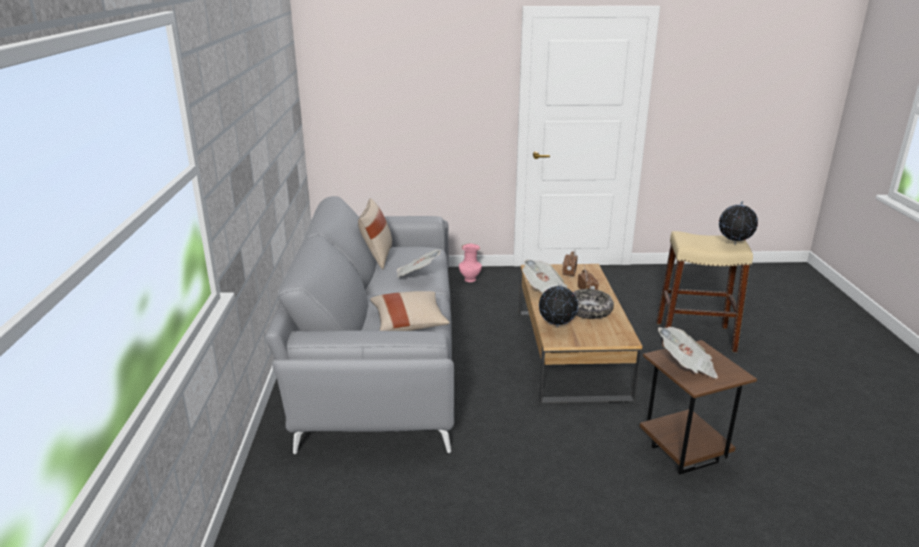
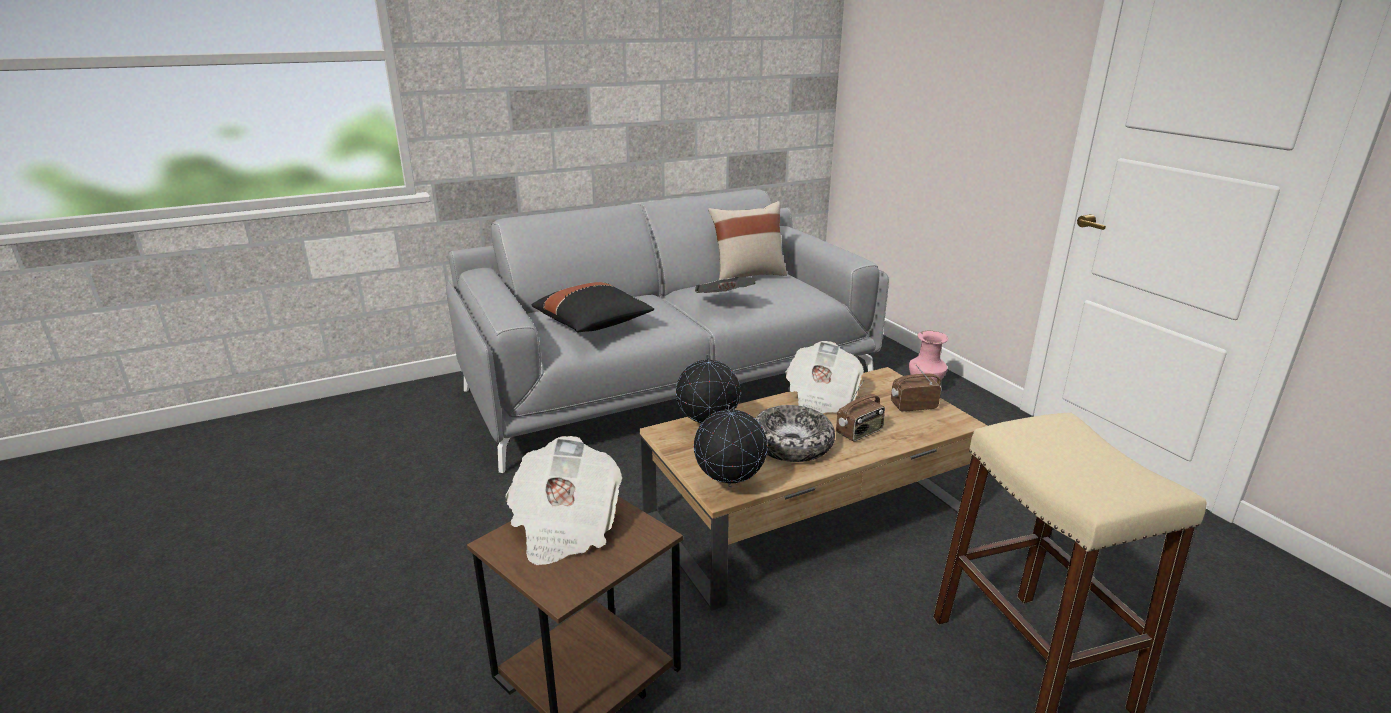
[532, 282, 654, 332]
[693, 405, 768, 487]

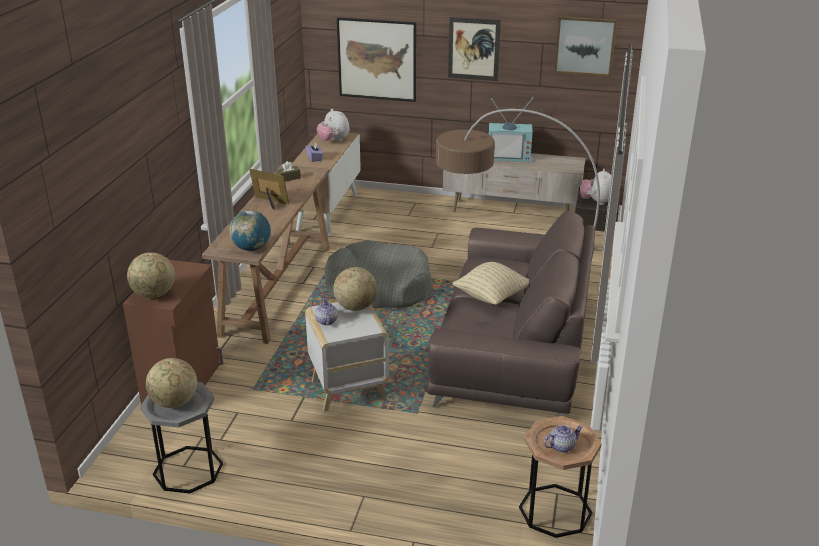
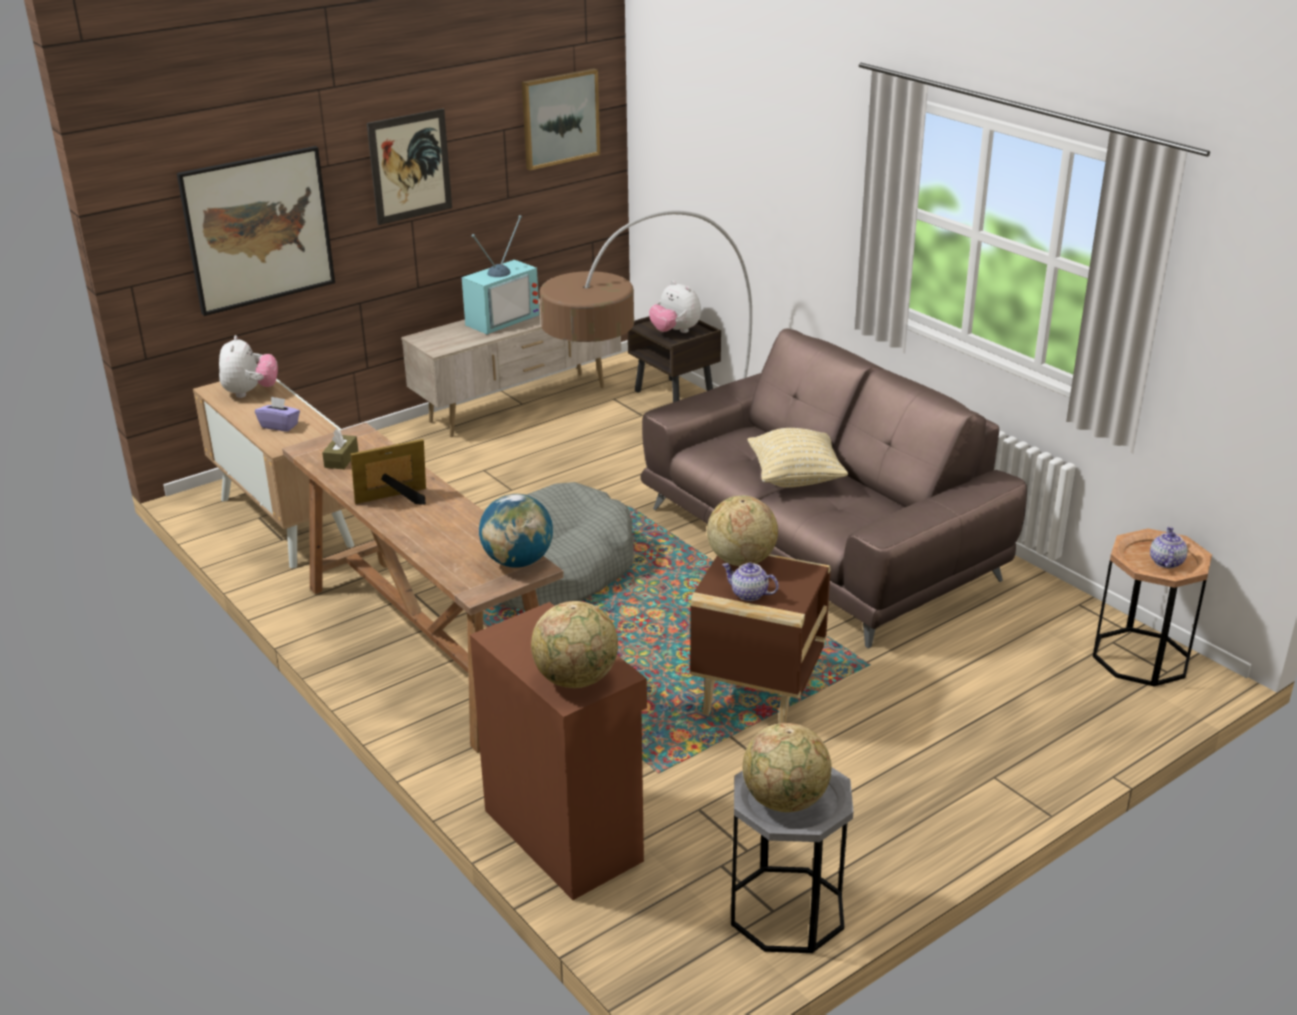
[219, 335, 278, 398]
[690, 554, 831, 723]

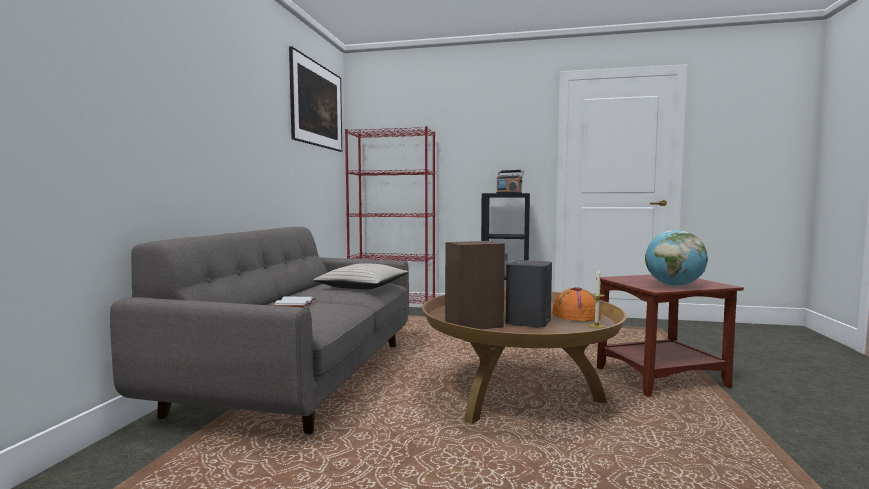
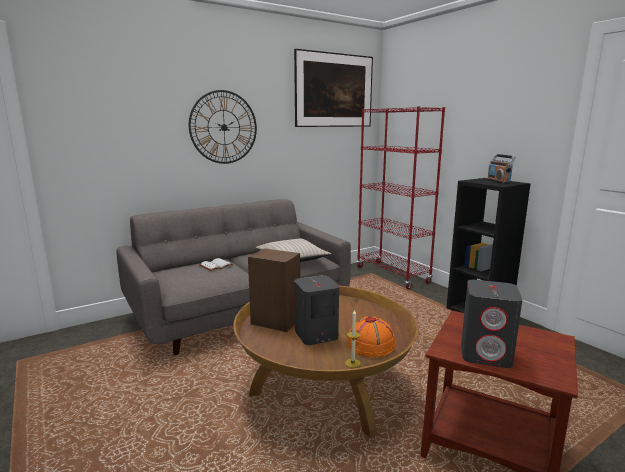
[189, 90, 257, 164]
[461, 280, 522, 368]

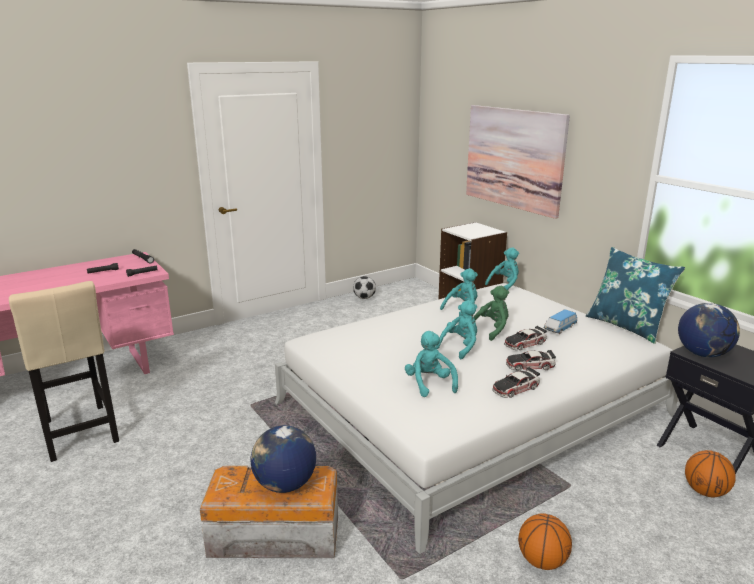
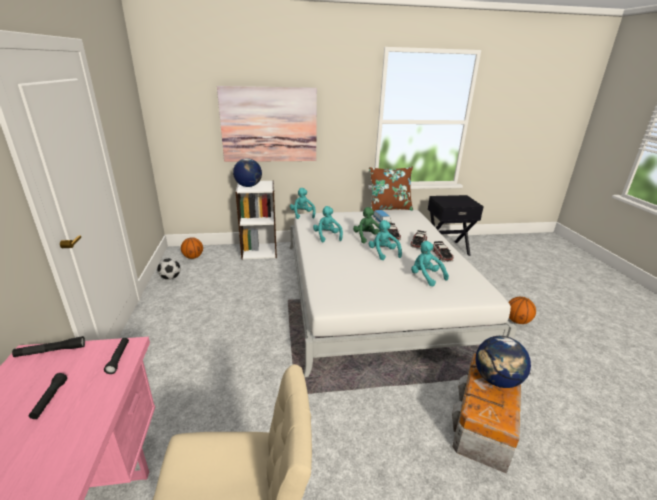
[181, 237, 203, 259]
[233, 158, 262, 187]
[369, 166, 413, 211]
[411, 241, 449, 286]

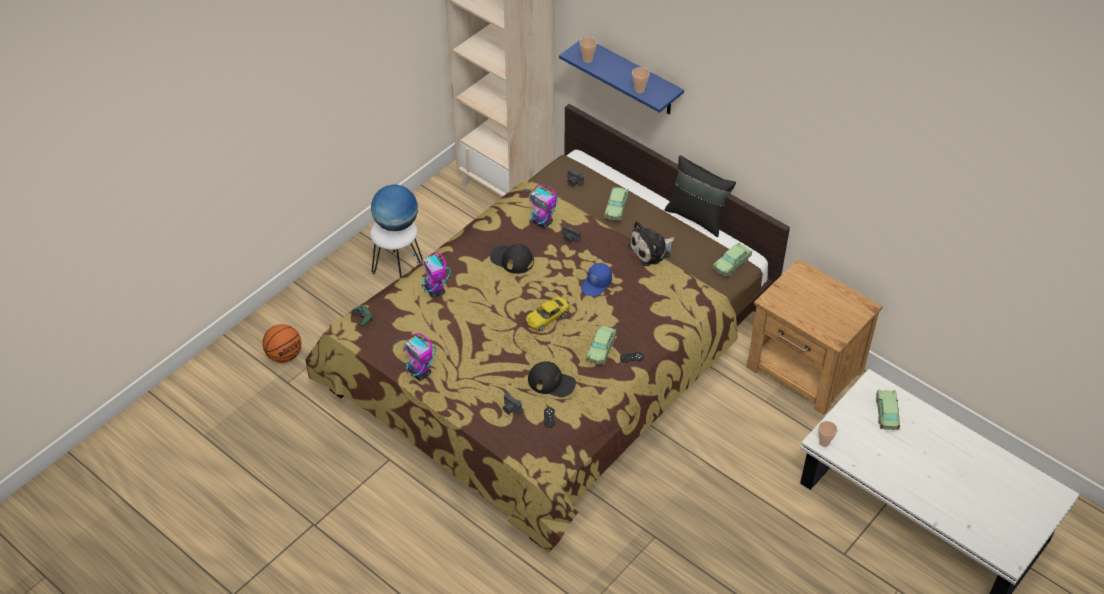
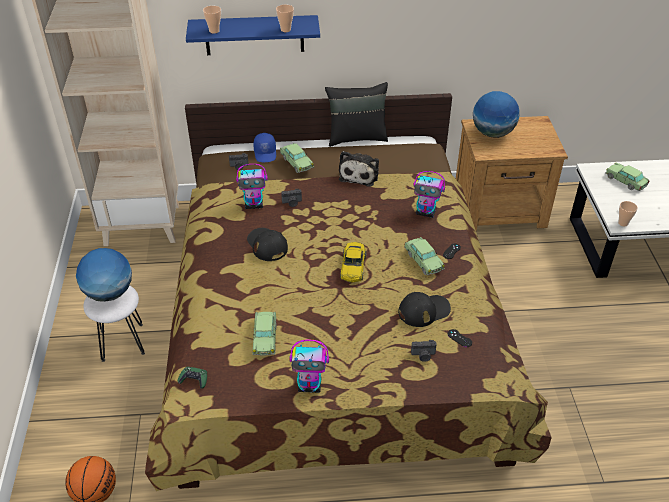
[247, 228, 288, 261]
[253, 133, 276, 162]
[253, 311, 276, 356]
[413, 171, 445, 218]
[473, 91, 519, 138]

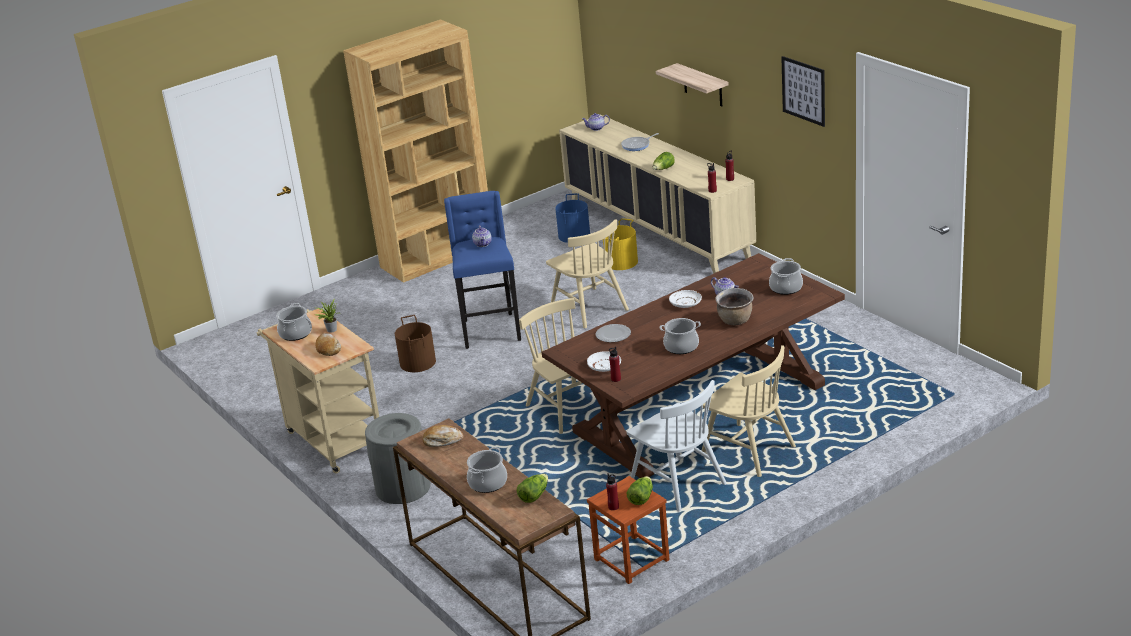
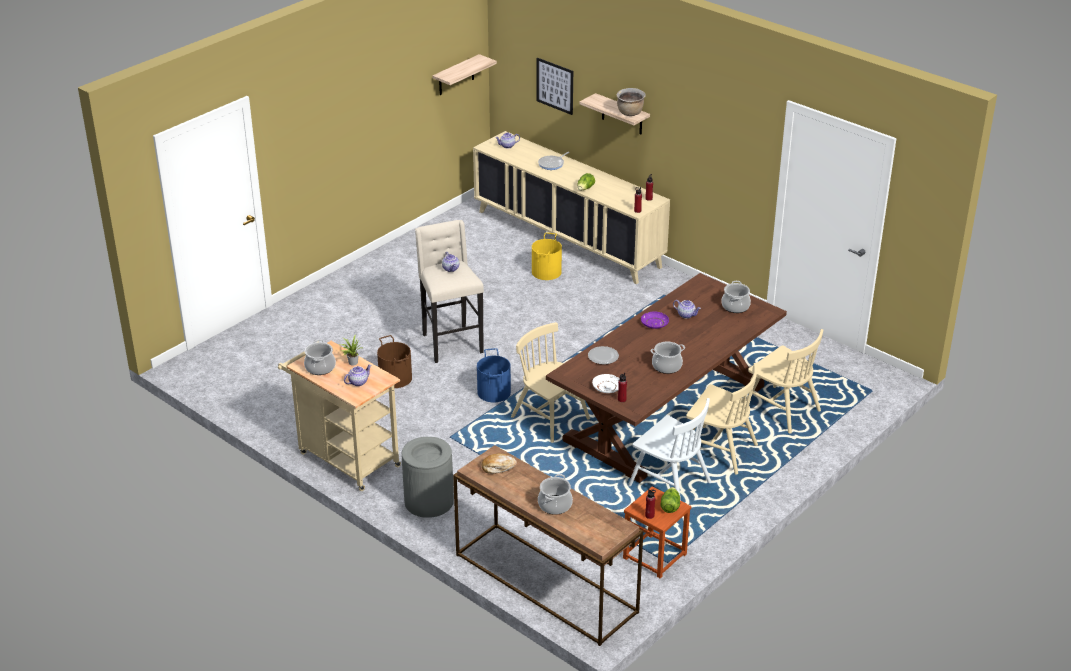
[344, 365, 372, 386]
[415, 220, 484, 363]
[432, 54, 497, 95]
[477, 348, 511, 402]
[537, 58, 573, 115]
[617, 88, 646, 116]
[641, 312, 669, 329]
[746, 329, 823, 434]
[343, 19, 488, 283] (first image)
[517, 474, 548, 503] (first image)

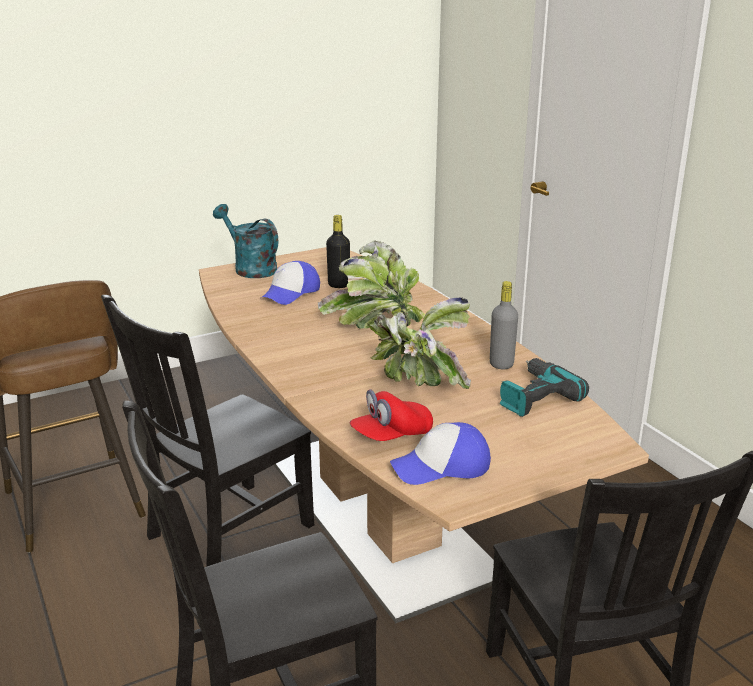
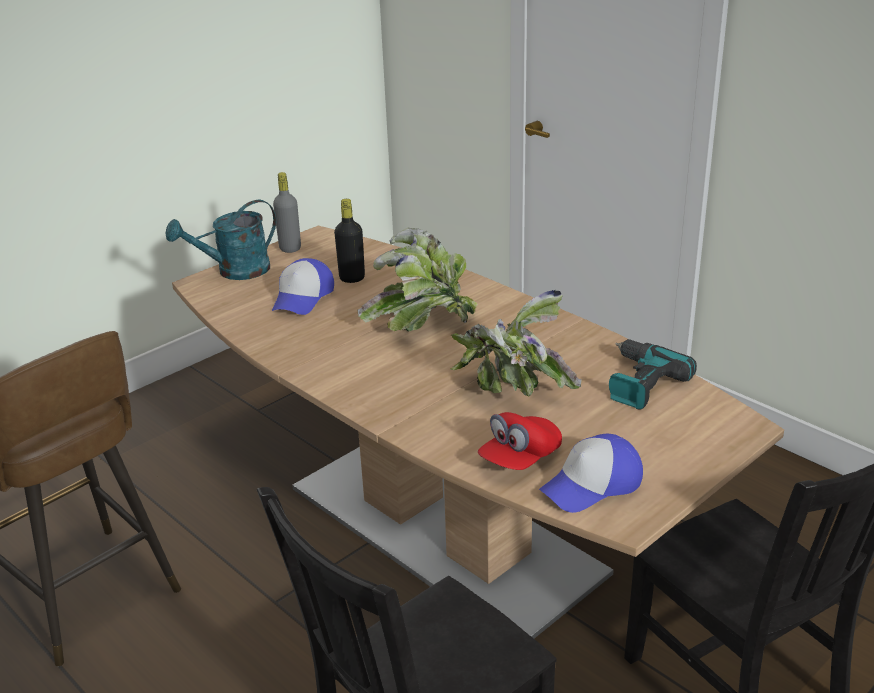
[166, 200, 276, 280]
[273, 172, 301, 253]
[101, 295, 314, 567] (first image)

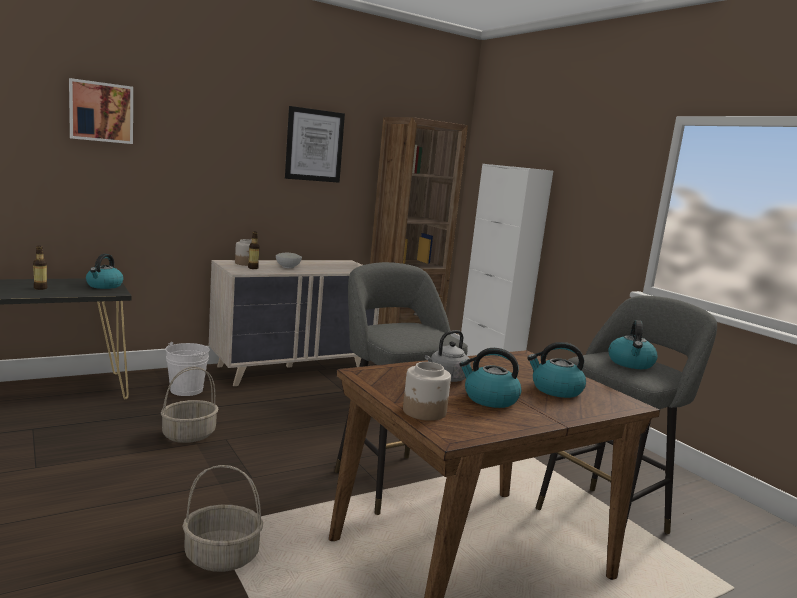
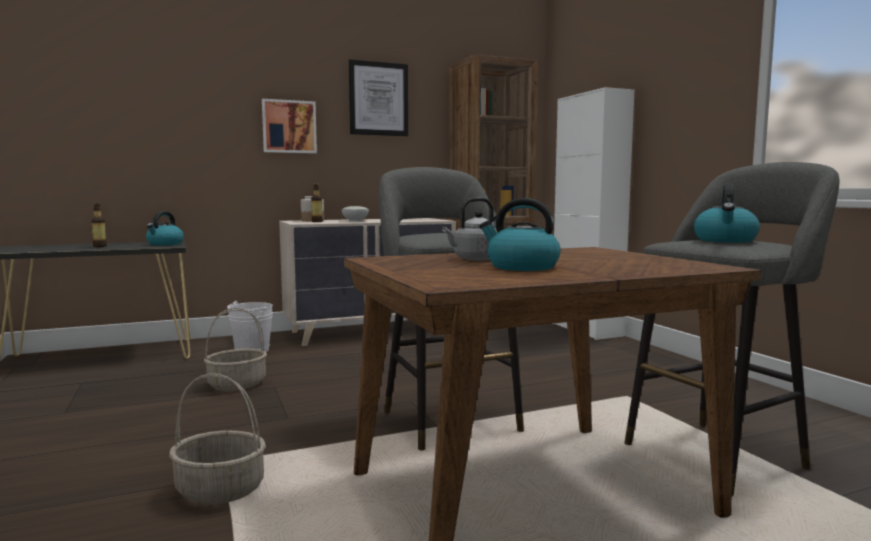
[262, 99, 317, 154]
[403, 362, 451, 421] (first image)
[527, 342, 586, 398] (first image)

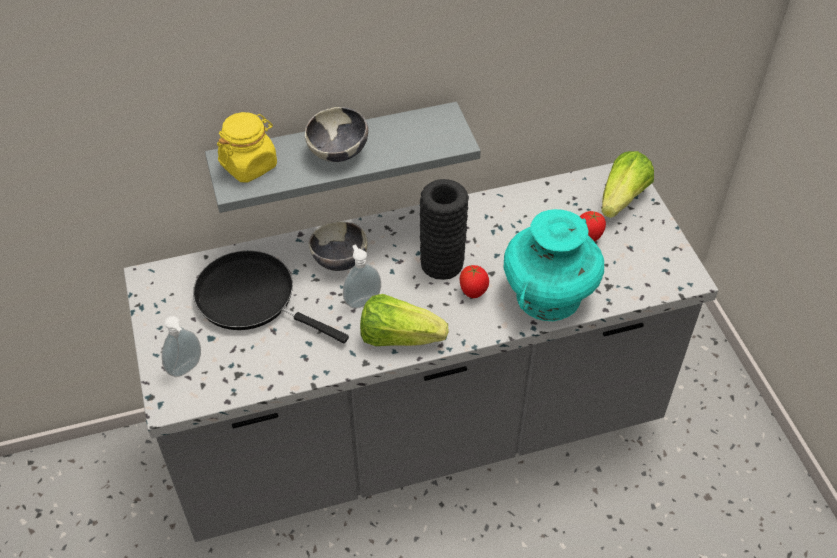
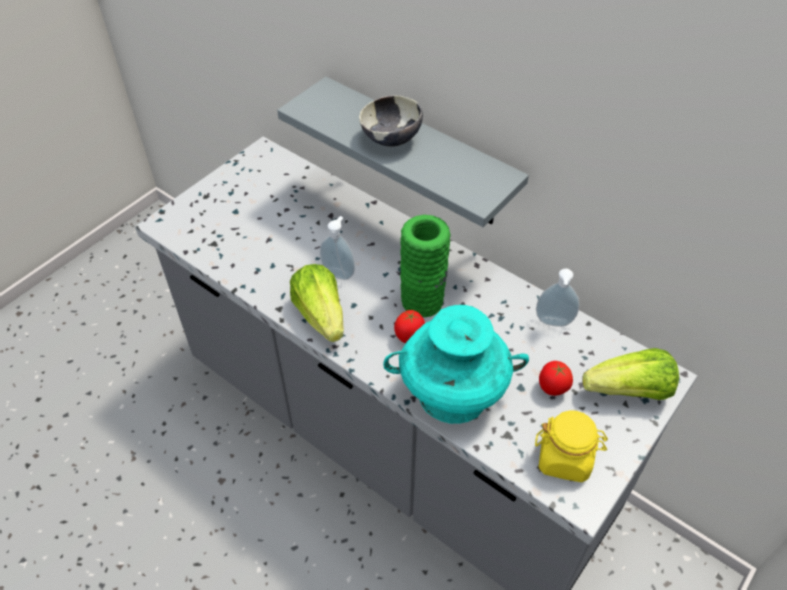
[400, 215, 450, 317]
[535, 410, 608, 482]
[536, 269, 579, 327]
[193, 251, 349, 343] (first image)
[309, 221, 368, 271] (first image)

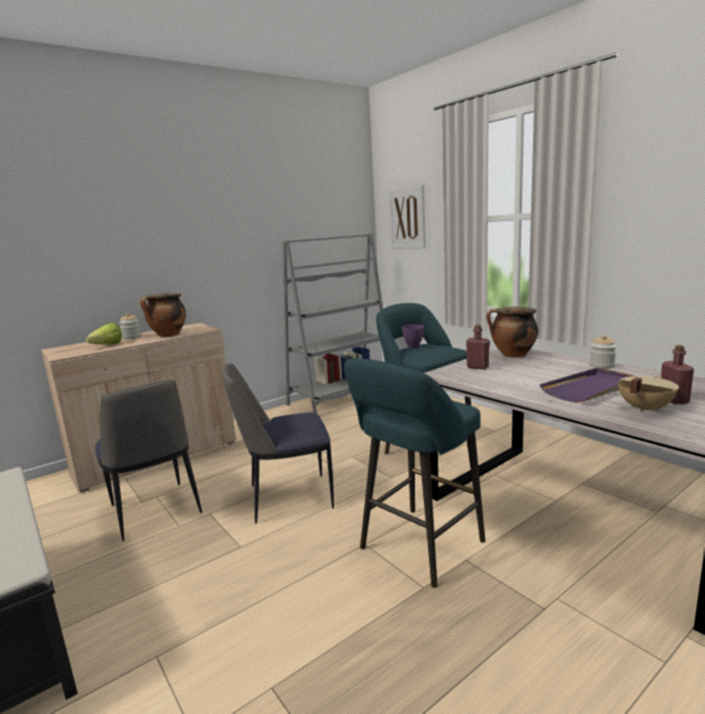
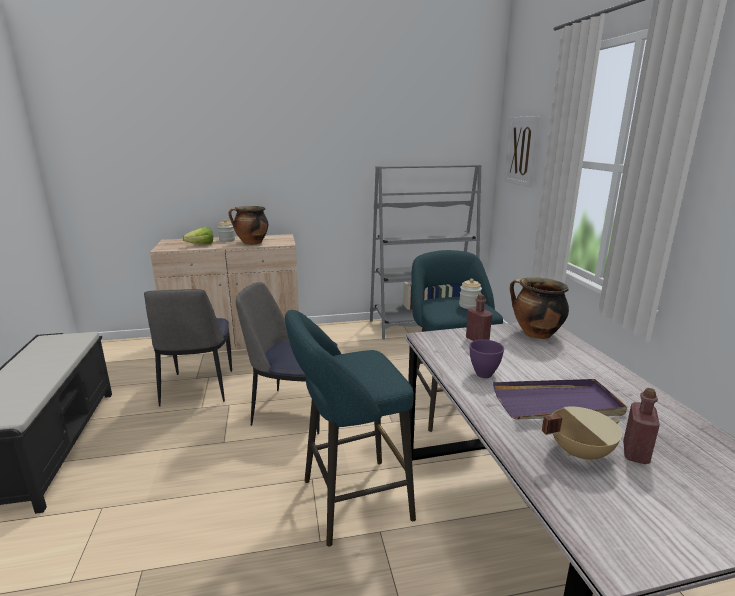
[459, 279, 482, 309]
[469, 339, 504, 378]

